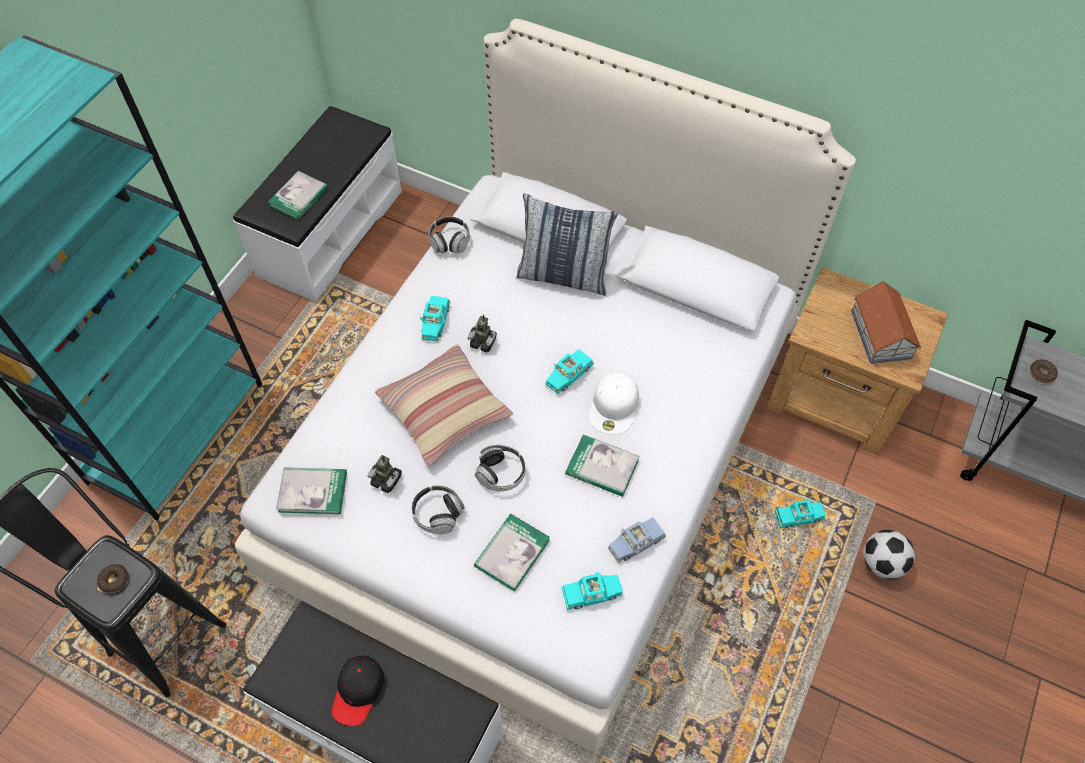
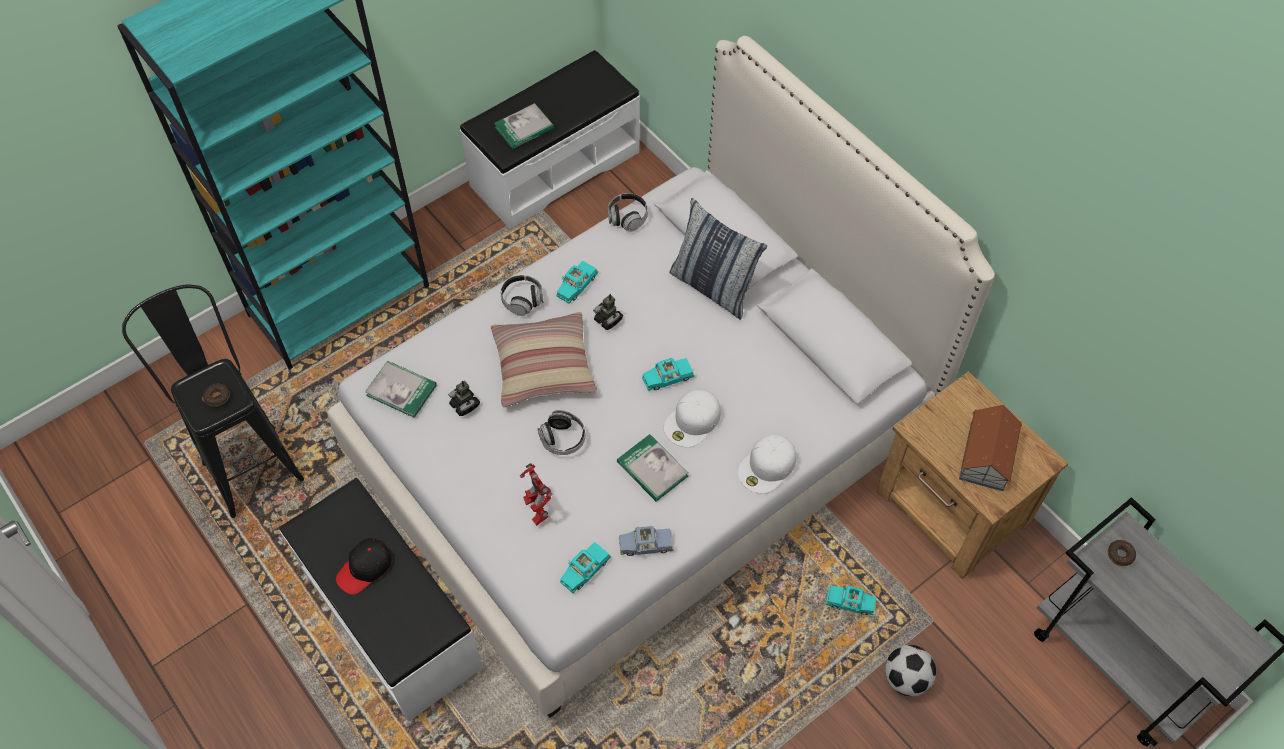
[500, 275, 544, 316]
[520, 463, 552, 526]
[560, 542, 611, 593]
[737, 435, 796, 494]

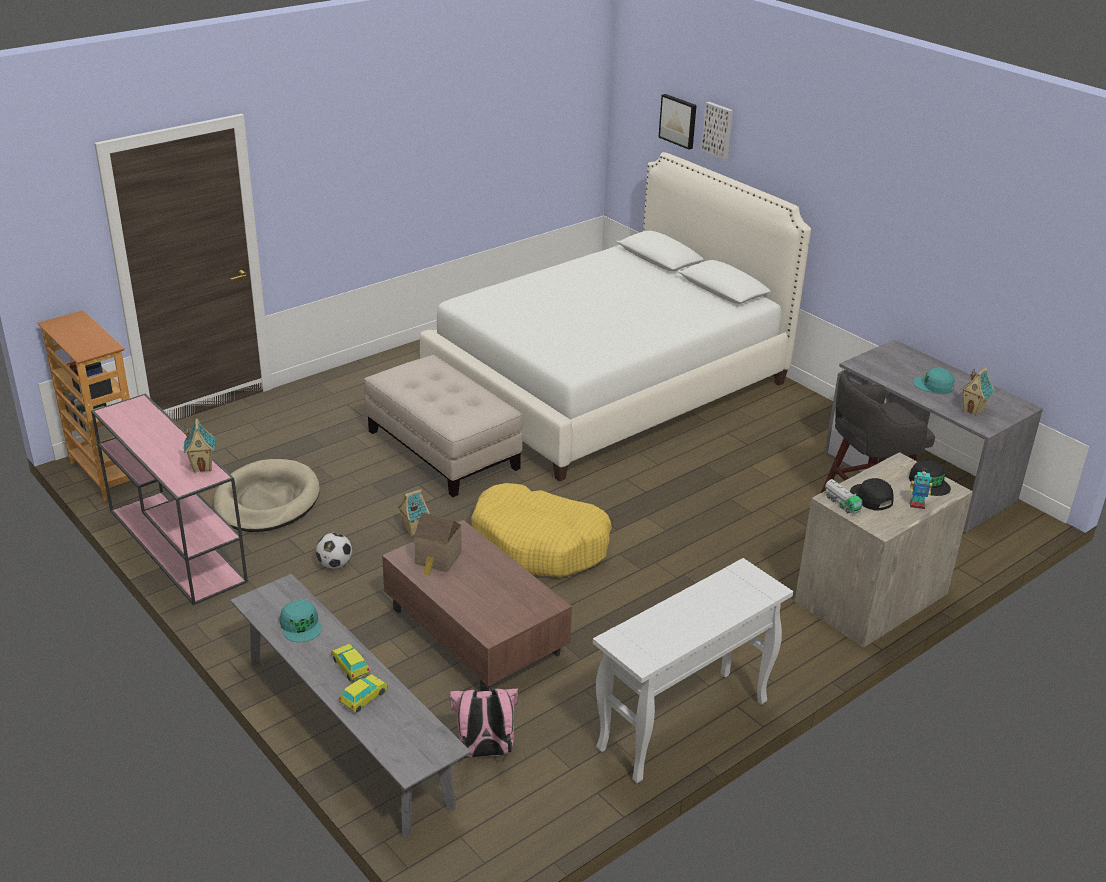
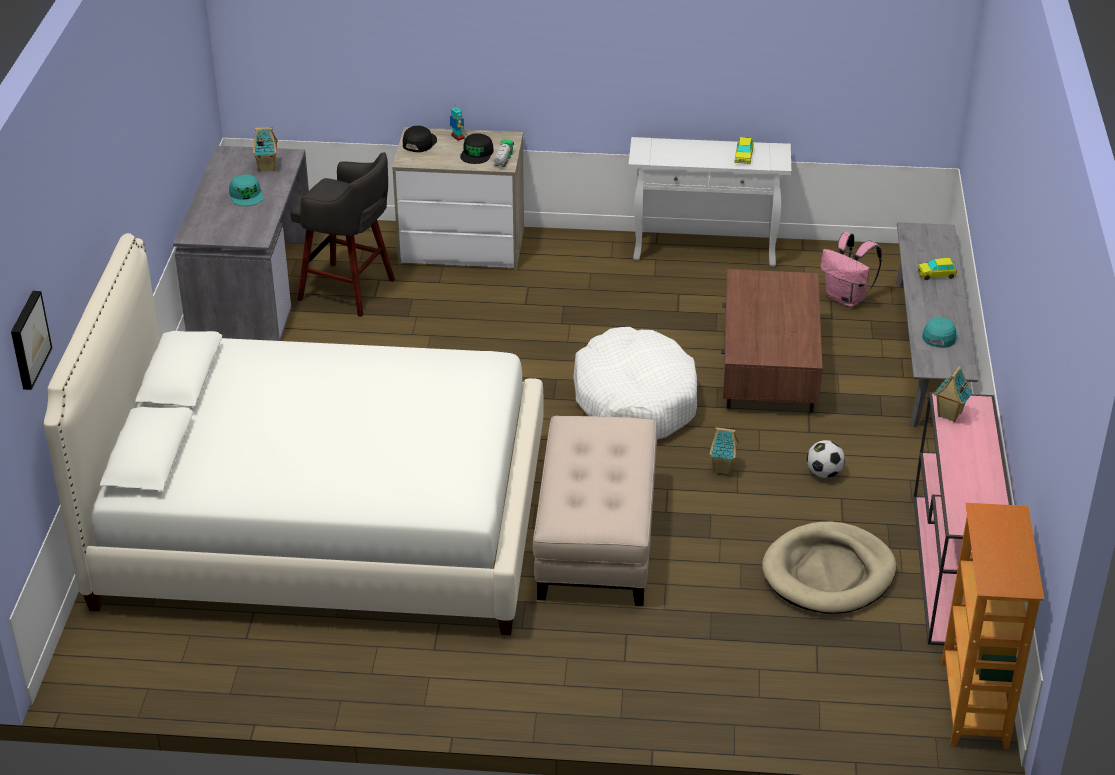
[573, 327, 697, 439]
[734, 137, 754, 164]
[414, 512, 462, 576] (first image)
[701, 102, 733, 160] (first image)

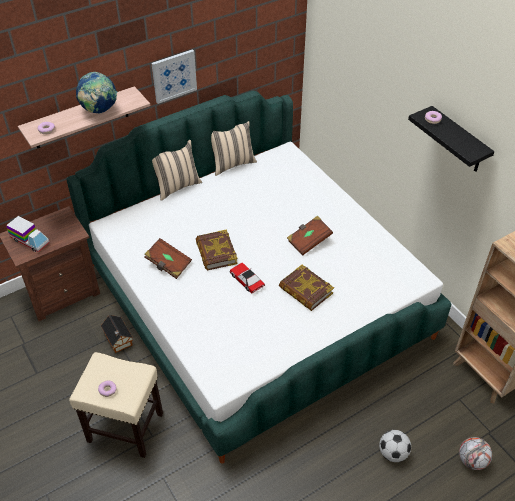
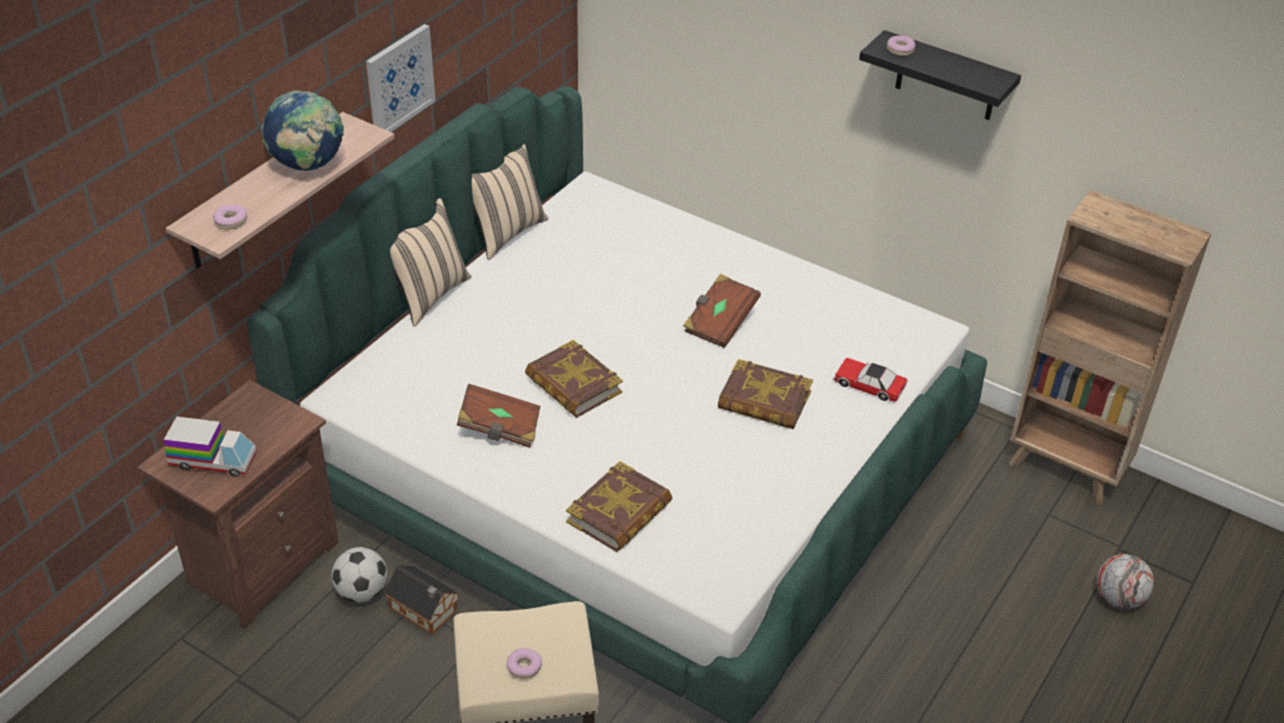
[331, 547, 387, 602]
[566, 461, 672, 552]
[833, 357, 908, 402]

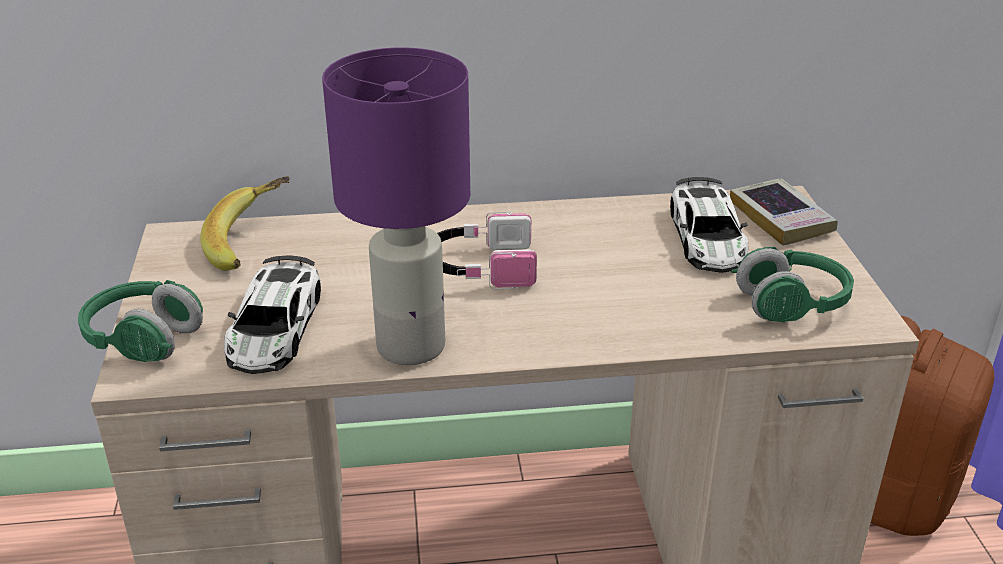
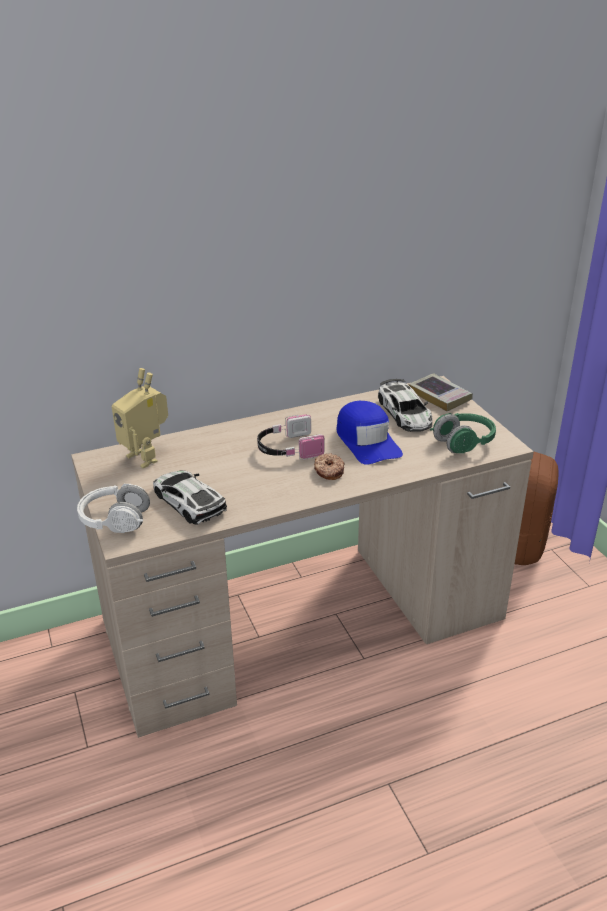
[77, 484, 150, 533]
[112, 368, 168, 468]
[153, 470, 227, 525]
[314, 453, 345, 480]
[336, 401, 403, 465]
[322, 47, 470, 365] (first image)

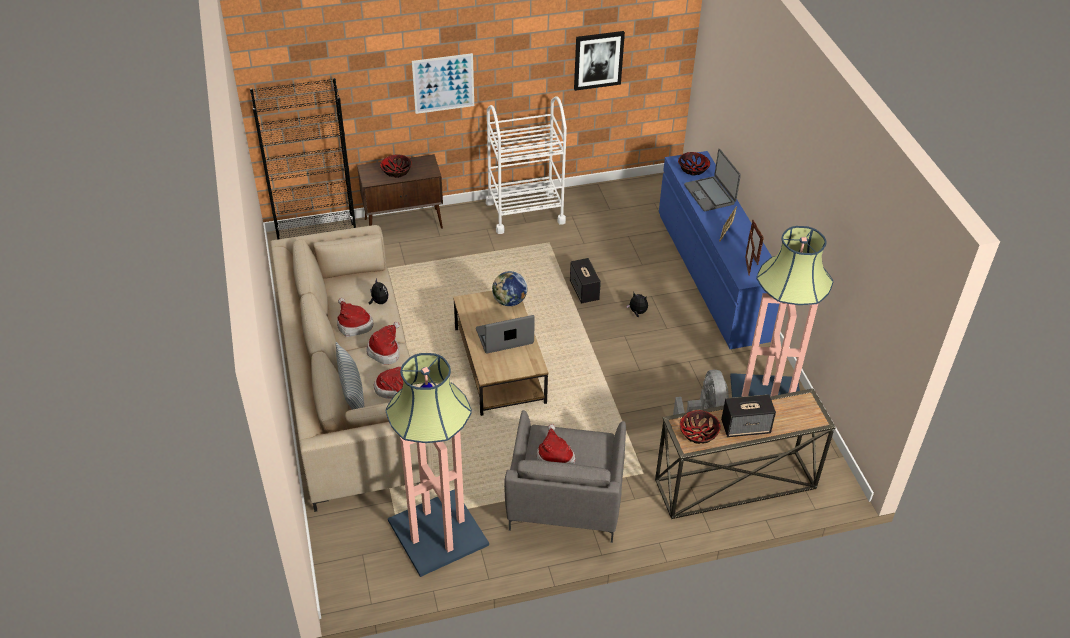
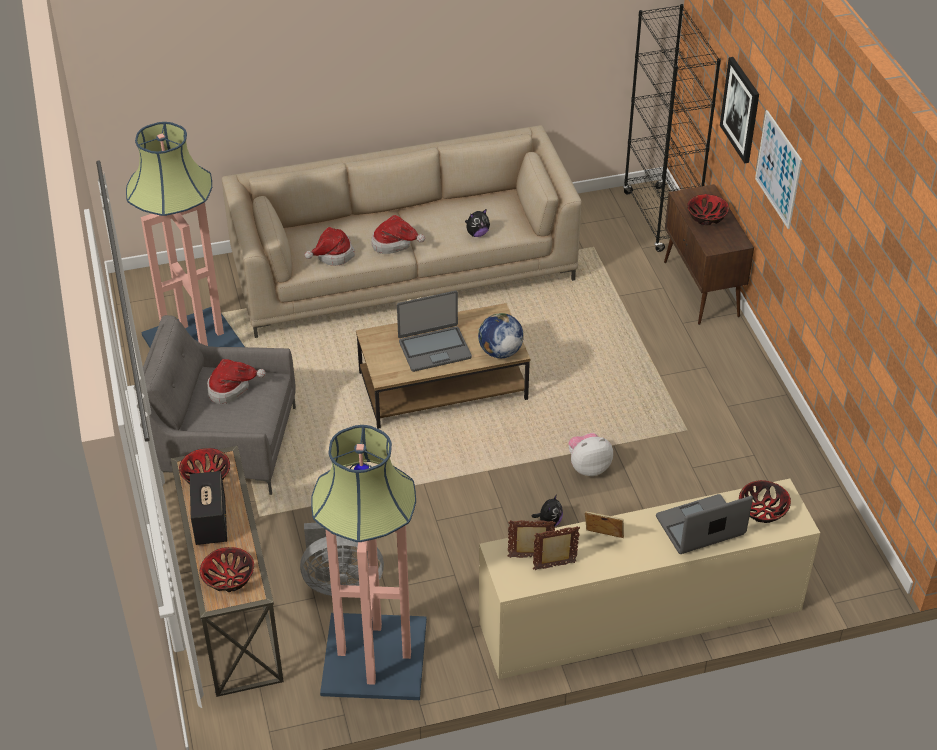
[200, 547, 254, 592]
[397, 291, 472, 372]
[479, 479, 820, 679]
[569, 433, 613, 476]
[720, 57, 759, 164]
[336, 342, 364, 409] (first image)
[337, 298, 373, 337] (first image)
[486, 96, 567, 234] (first image)

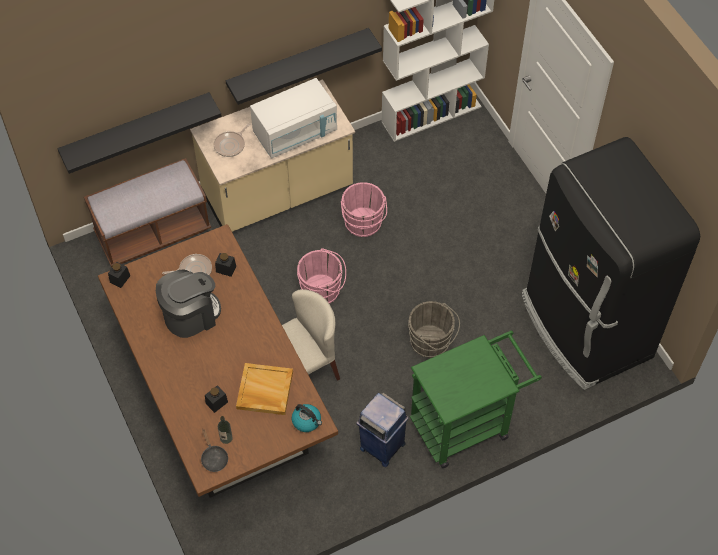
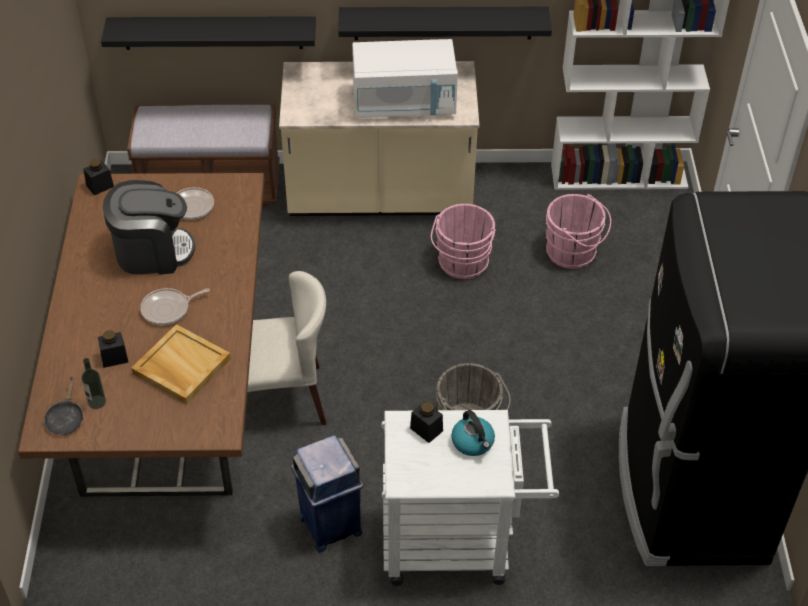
[140, 288, 210, 325]
[381, 410, 559, 586]
[410, 402, 443, 443]
[451, 410, 495, 456]
[546, 194, 611, 269]

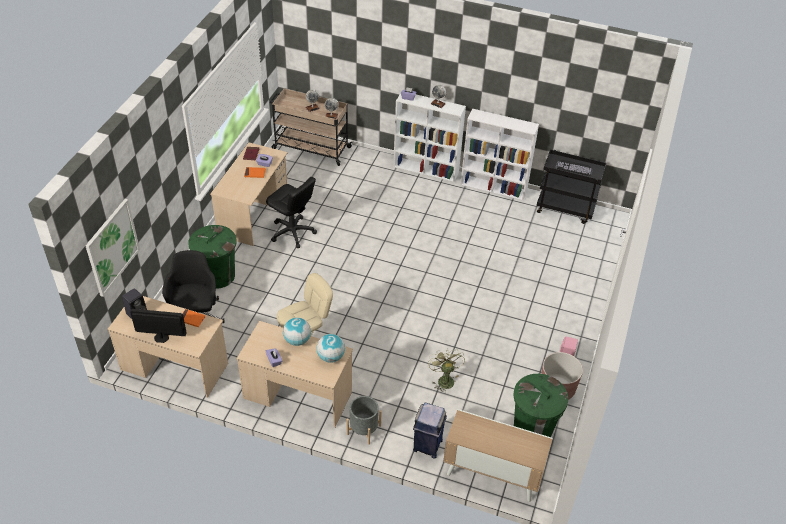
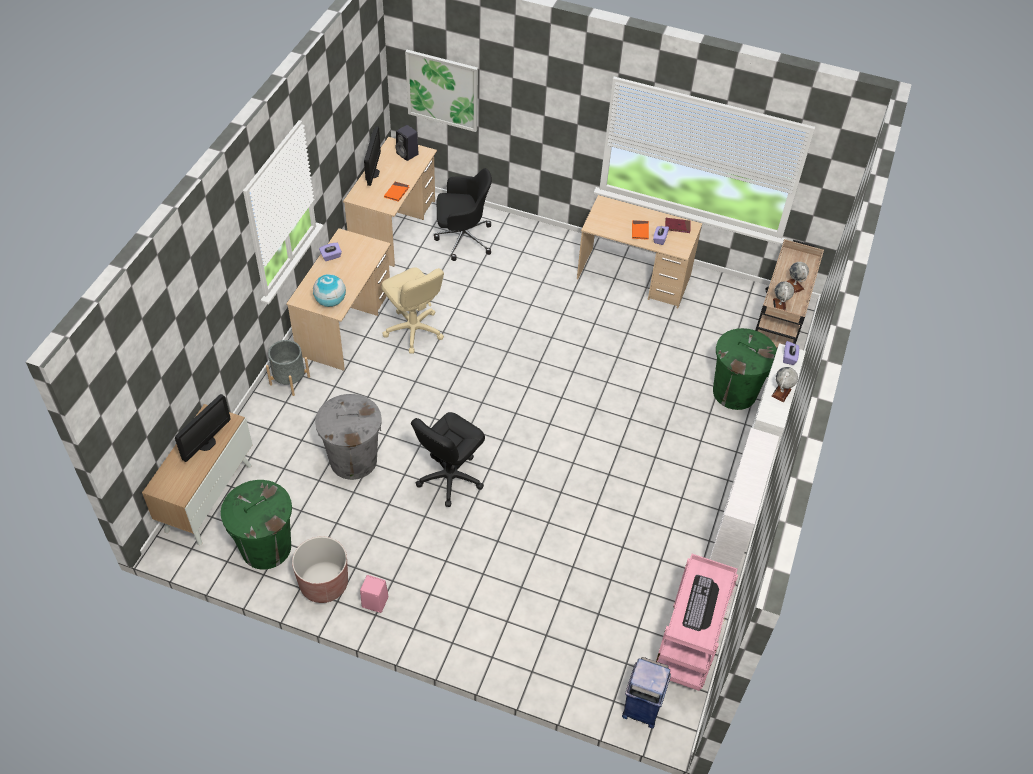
[175, 394, 231, 462]
[315, 394, 382, 480]
[411, 412, 485, 507]
[622, 657, 671, 728]
[656, 554, 738, 691]
[713, 328, 777, 410]
[283, 318, 311, 346] (first image)

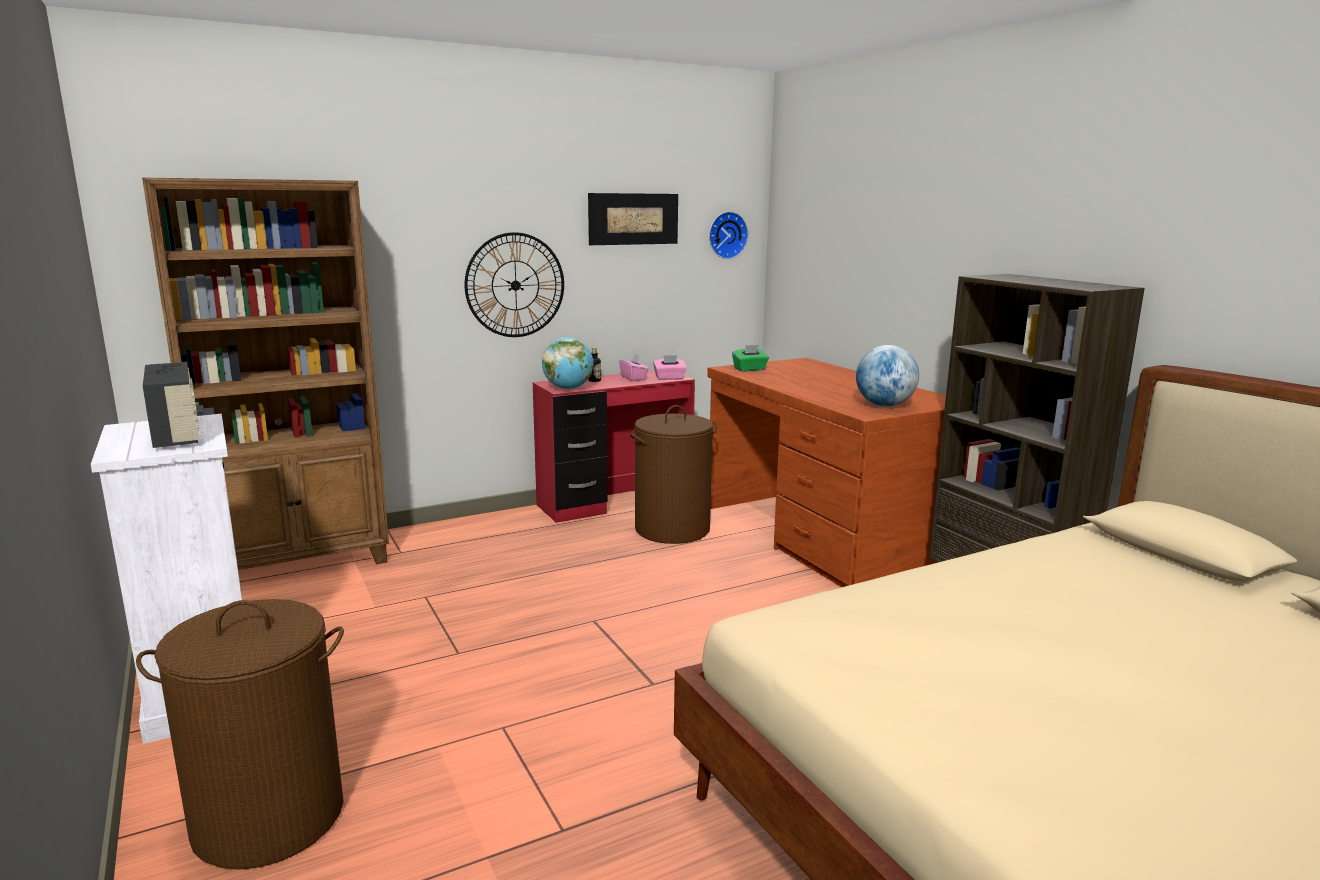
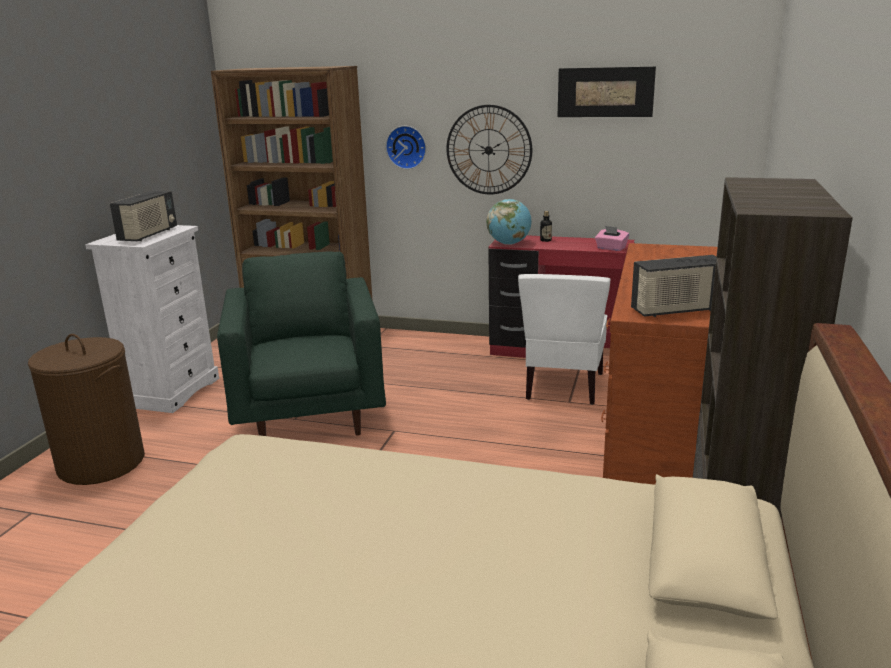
[217, 251, 386, 436]
[386, 126, 426, 169]
[518, 274, 611, 404]
[631, 255, 717, 317]
[619, 354, 649, 381] (first image)
[732, 345, 769, 371] (first image)

